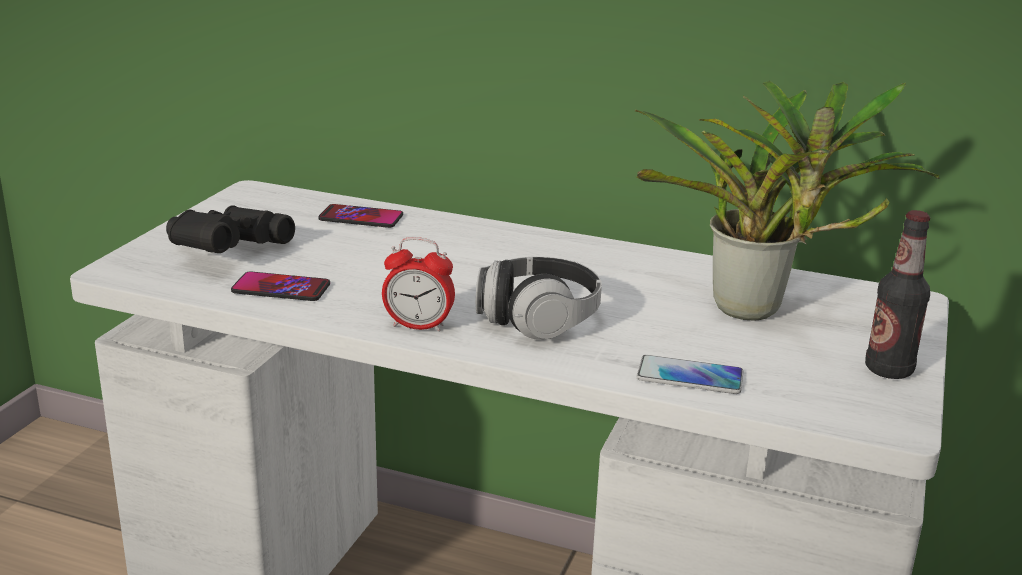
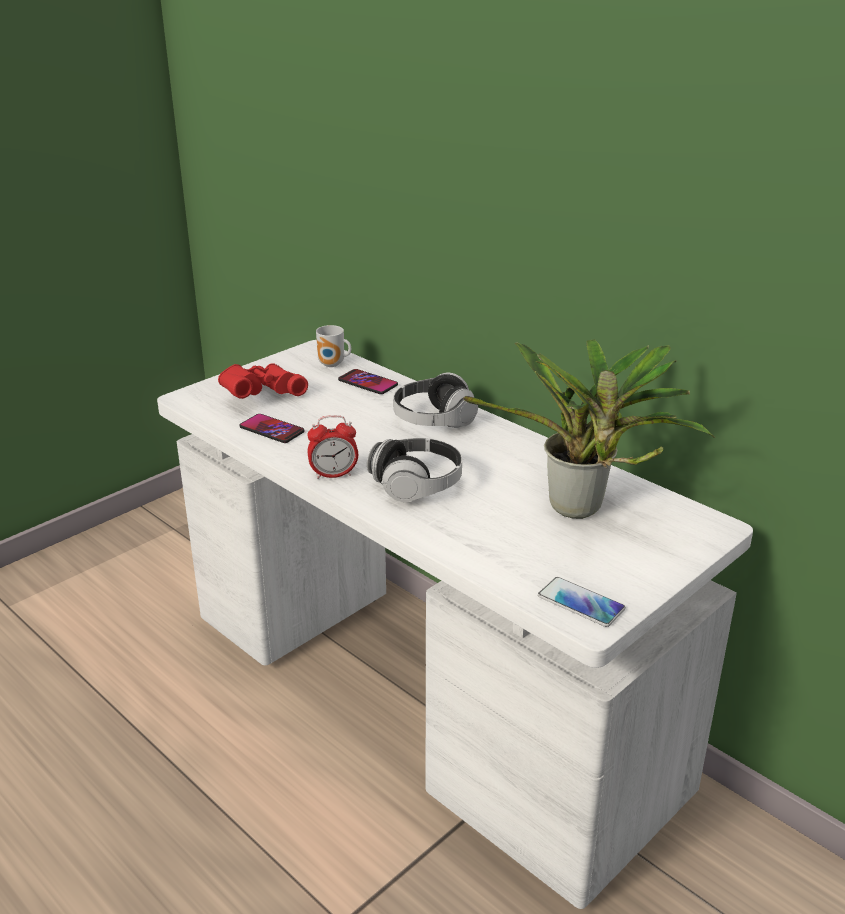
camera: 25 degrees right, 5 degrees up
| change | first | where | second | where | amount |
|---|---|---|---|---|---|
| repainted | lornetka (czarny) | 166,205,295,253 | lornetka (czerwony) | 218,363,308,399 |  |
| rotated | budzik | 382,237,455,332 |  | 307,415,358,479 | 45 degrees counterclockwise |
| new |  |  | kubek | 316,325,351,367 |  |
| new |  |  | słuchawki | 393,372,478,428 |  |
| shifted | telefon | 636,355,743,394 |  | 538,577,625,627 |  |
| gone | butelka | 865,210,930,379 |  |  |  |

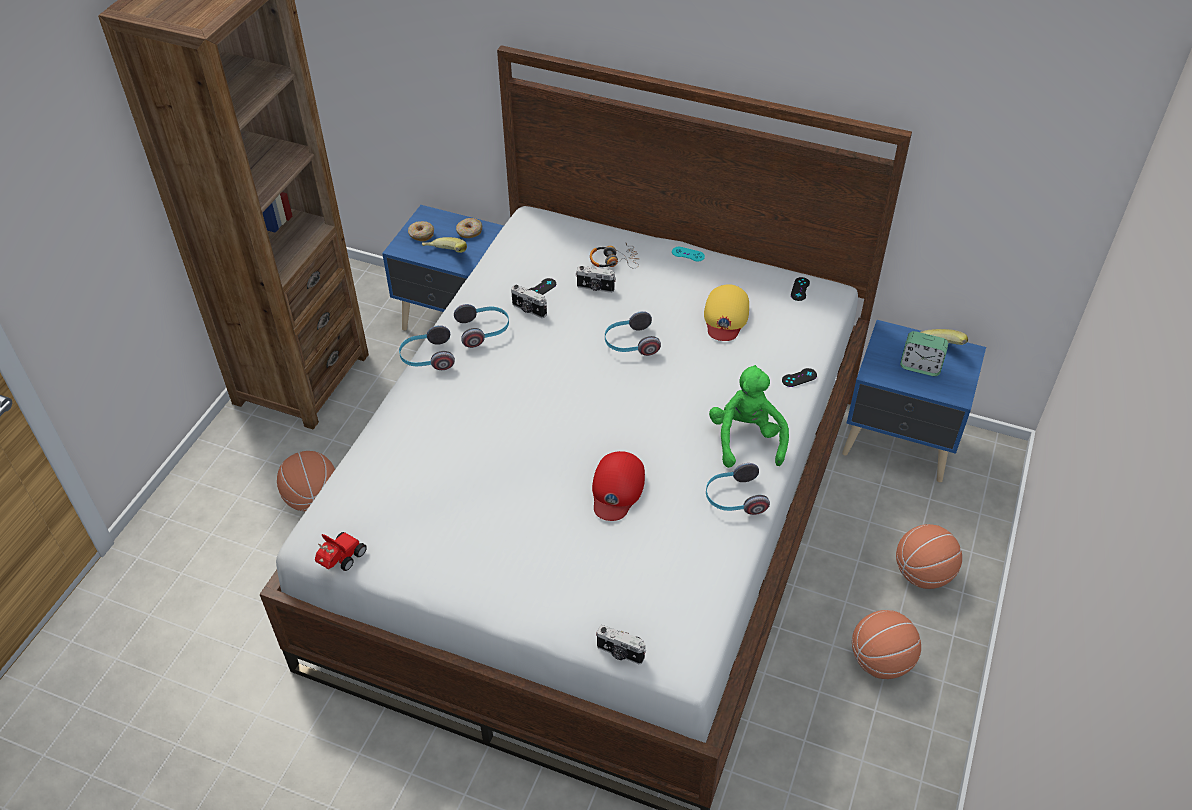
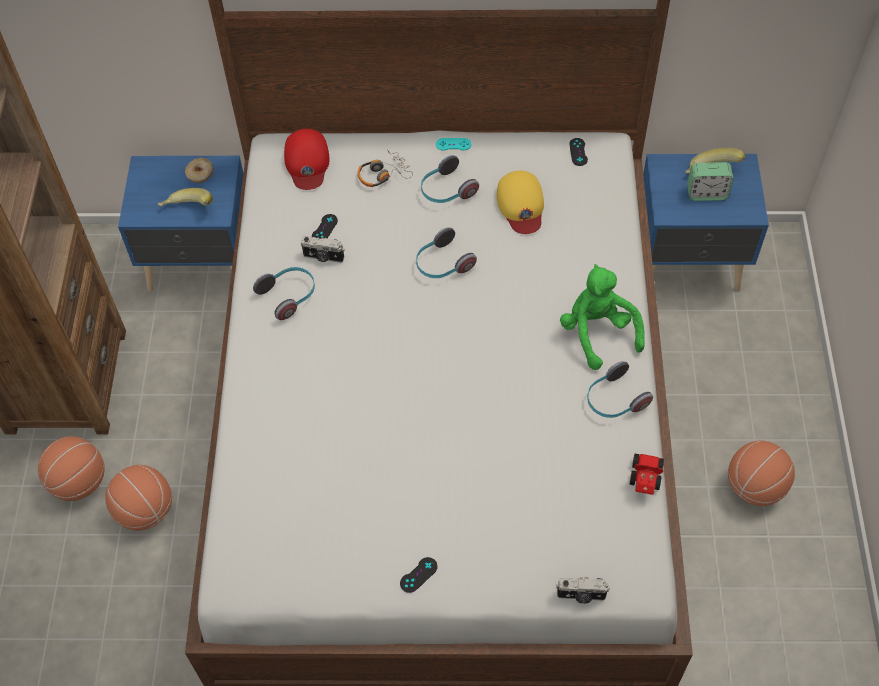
camera: 20 degrees left, 10 degrees up
| change | first | where | second | where | amount |
|---|---|---|---|---|---|
| shifted | piłka do koszykówki | 896,524,962,589 |  | 38,436,105,501 |  |
| shifted | czapka z daszkiem (czerwony) | 592,451,645,521 |  | 284,129,329,190 |  |
| shifted | pad do gier (czarny) | 782,368,817,387 |  | 400,557,438,593 |  |
| shifted | słuchawki | 399,325,455,370 |  | 421,155,479,203 |  |
| shifted | samochodzik | 315,532,367,571 |  | 630,454,664,495 |  |
| gone | donut | 408,221,434,242 |  |  |  |
| gone | aparat fotograficzny | 576,266,616,293 |  |  |  |

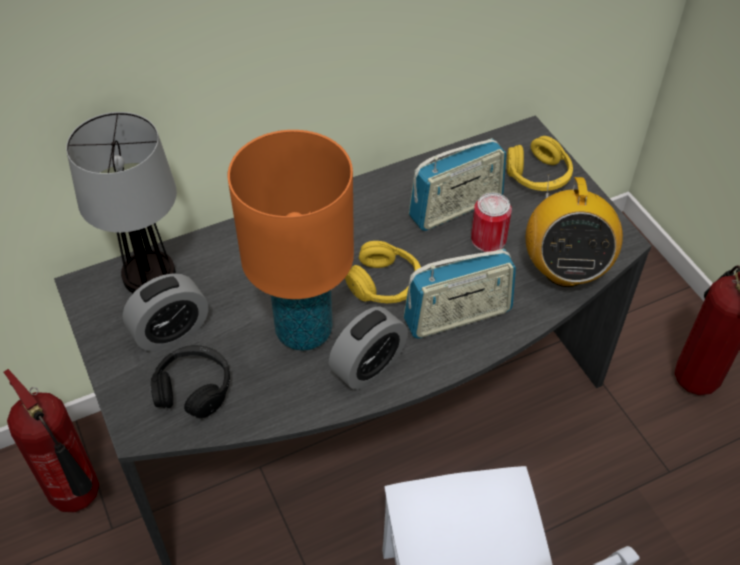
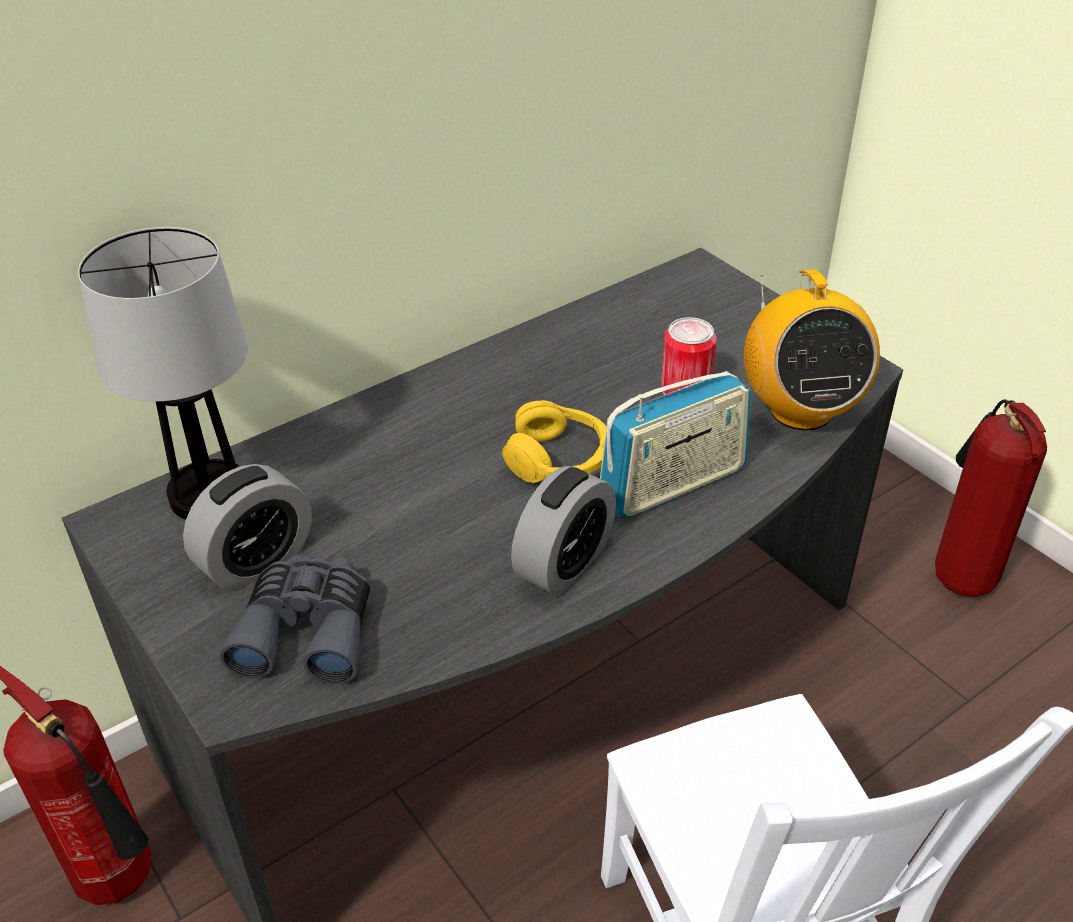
camera: 10 degrees left, 10 degrees down
| change | first | where | second | where | amount |
|---|---|---|---|---|---|
| swapped | słuchawki (czarny) | 151,345,230,418 | lornetka (szary) | 220,555,370,684 |  |
| gone | lampa stołowa (pomarańczowy) | 228,130,354,351 |  |  |  |
| gone | radio | 409,138,506,231 |  |  |  |
| gone | słuchawki (żółty) | 506,136,573,191 |  |  |  |

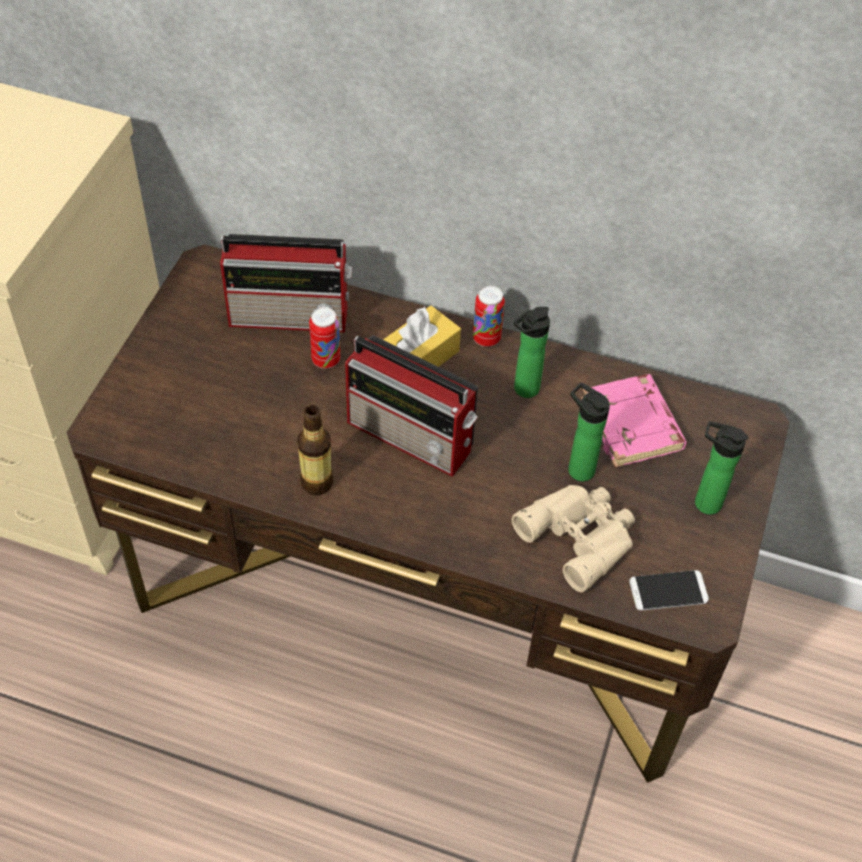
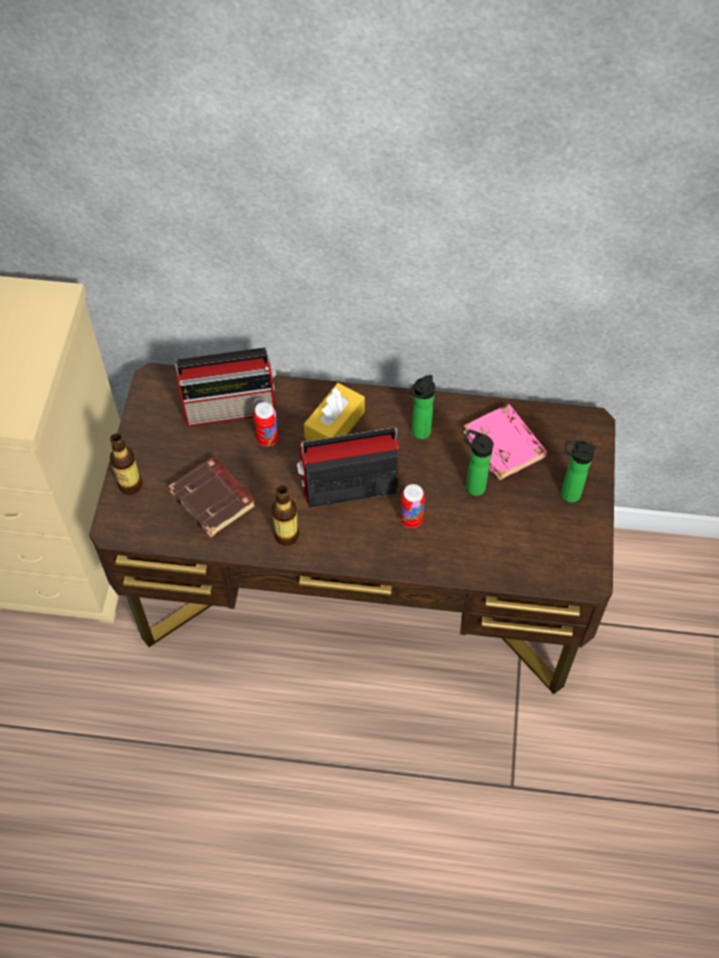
camera: 10 degrees left, 5 degrees up
| change | first | where | second | where | amount |
|---|---|---|---|---|---|
| new |  |  | butelka | 110,433,142,495 |  |
| new |  |  | książka (brązowy) | 168,456,256,538 |  |
| rotated | radio | 345,335,478,477 |  | 297,427,400,508 | 150 degrees clockwise |
| shifted | puszka | 473,286,505,347 |  | 400,484,425,528 |  |
| gone | lornetka (beżowy) | 512,485,635,593 |  |  |  |
| gone | telefon | 629,570,709,611 |  |  |  |

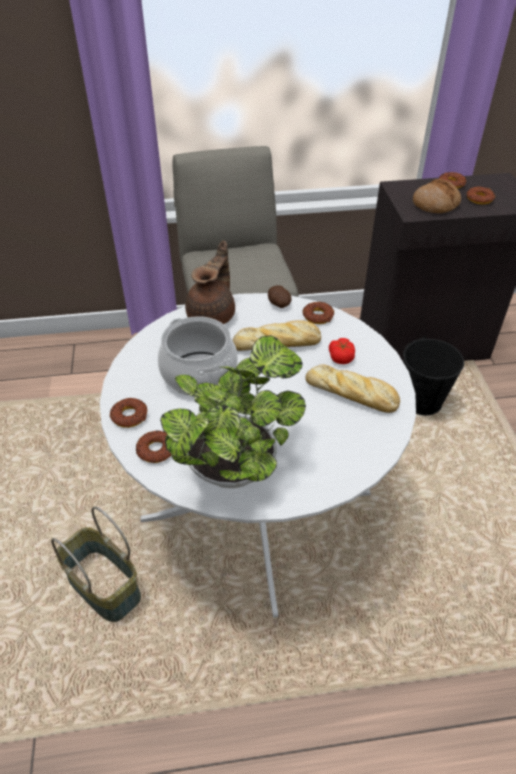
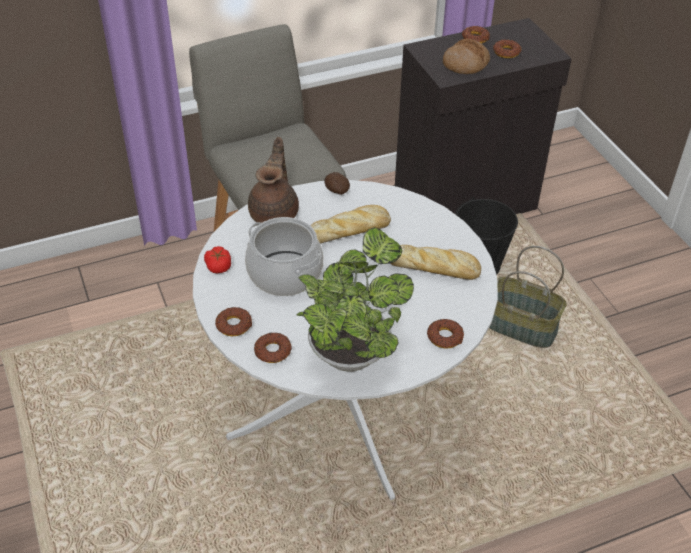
camera: 15 degrees left, 0 degrees up
| change | first | where | second | where | amount |
|---|---|---|---|---|---|
| shifted | pomidor | 329,338,355,364 |  | 204,246,231,273 |  |
| shifted | donut | 302,302,334,324 |  | 427,319,464,348 |  |
| shifted | koszyk | 51,507,141,622 |  | 489,246,566,348 |  |

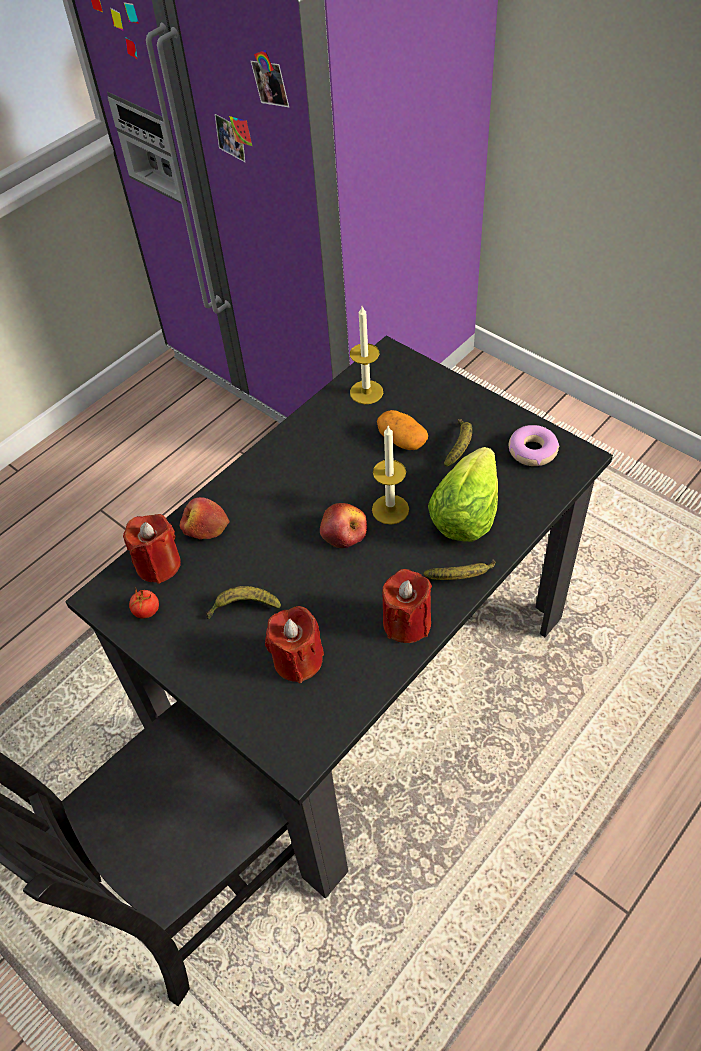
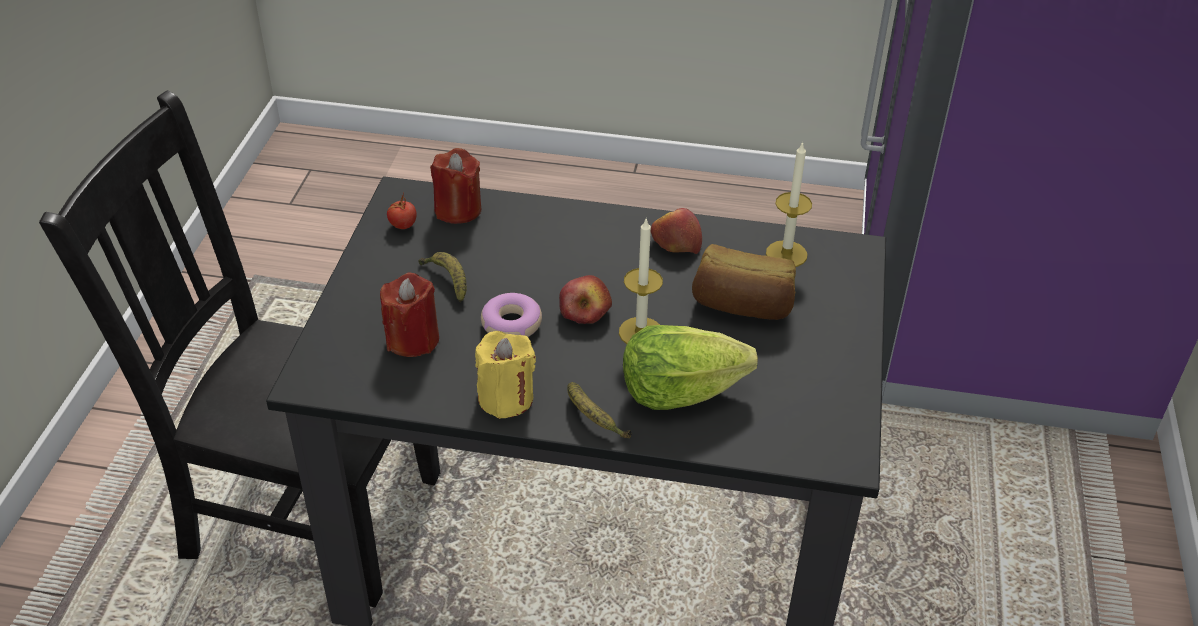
camera: 55 degrees right, 10 degrees down
| change | first | where | second | where | amount |
|---|---|---|---|---|---|
| repainted | świeca (czerwony) | 382,569,432,643 | świeca (żółty) | 475,331,536,419 |  |
| shifted | donut | 509,425,559,466 |  | 481,293,542,337 |  |
| shifted | jabłko | 180,497,229,539 |  | 651,208,702,254 |  |
| swapped | ziemniak | 377,410,428,450 | chleb | 692,244,796,320 |  |
| gone | banan | 444,419,472,467 |  |  |  |

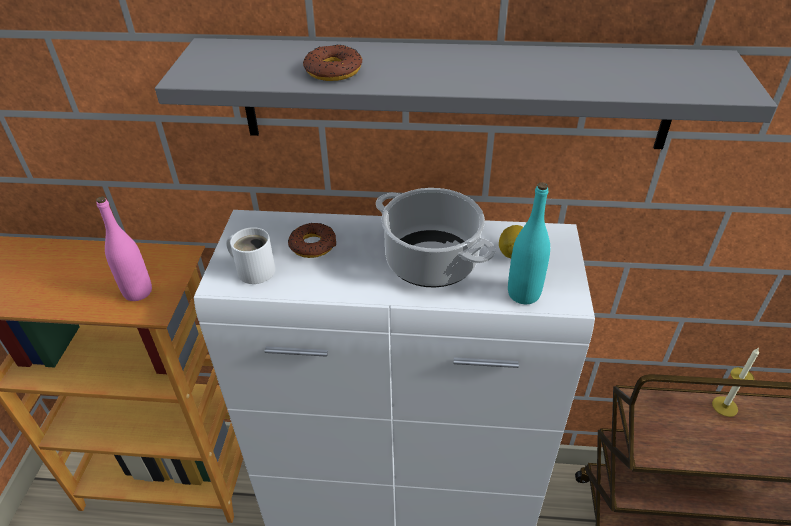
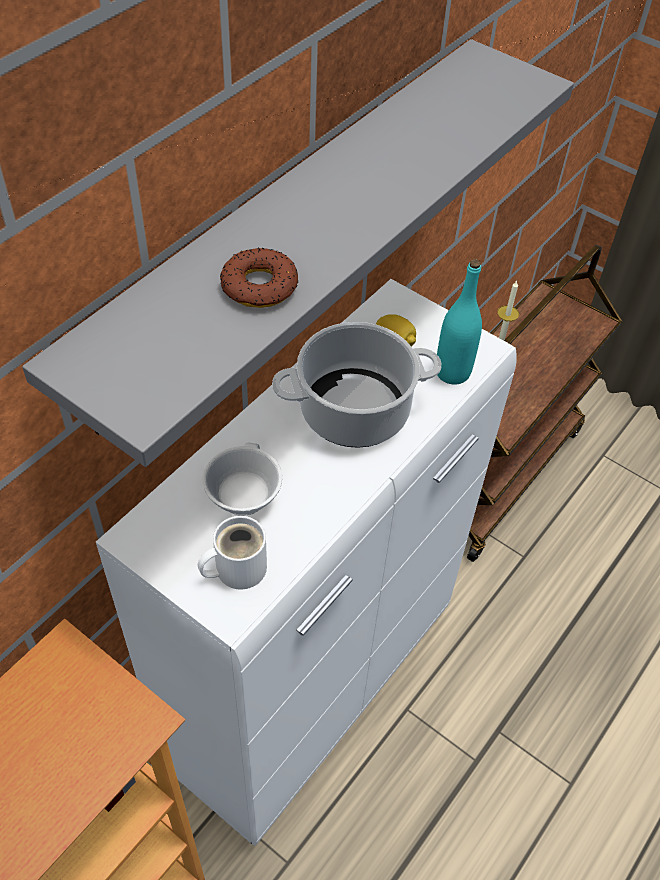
camera: 60 degrees left, 10 degrees up
| change | first | where | second | where | amount |
|---|---|---|---|---|---|
| swapped | donut | 288,223,336,258 | filiżanka (biały) | 203,443,282,516 |  |
| gone | butelka (różowy) | 96,197,152,301 |  |  |  |

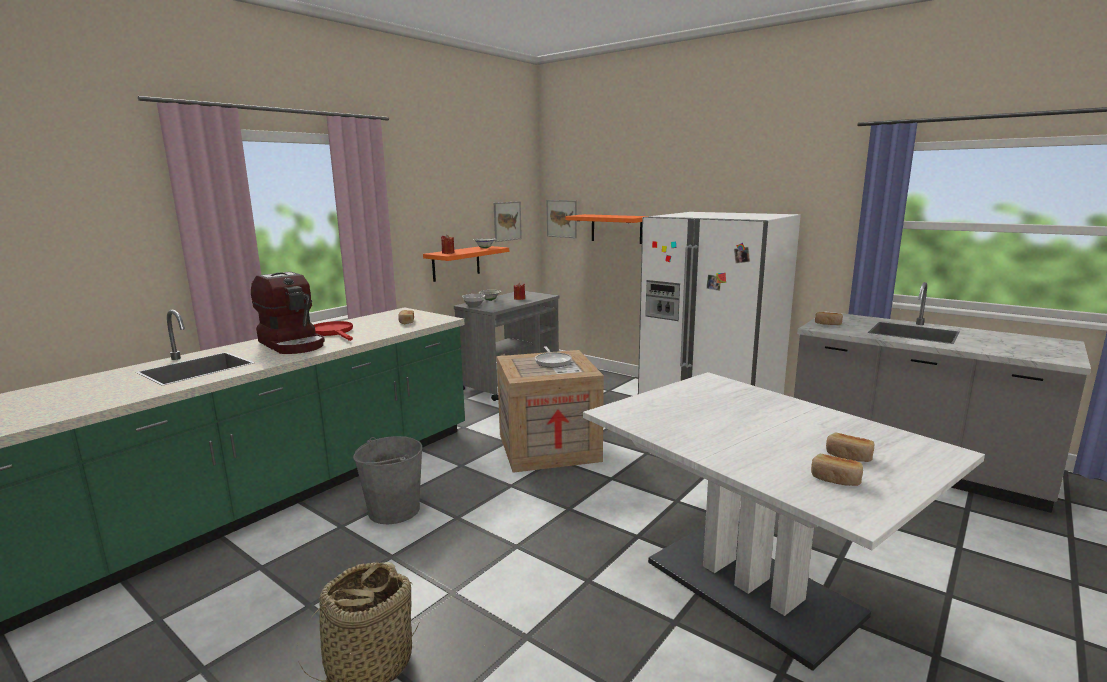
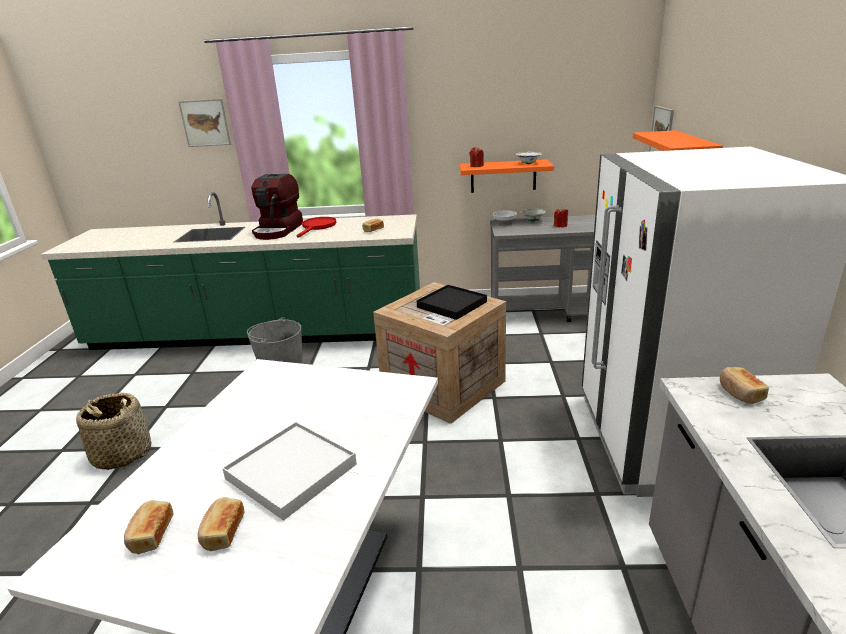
camera: 55 degrees right, 10 degrees up
| change | first | where | second | where | amount |
|---|---|---|---|---|---|
| shifted | obraz | 494,201,522,242 |  | 178,99,231,147 |  |
| new |  |  | taca (biały) | 222,422,357,521 |  |
| swapped | patelnia | 535,346,572,367 | taca (czarny) | 417,285,487,320 |  |

